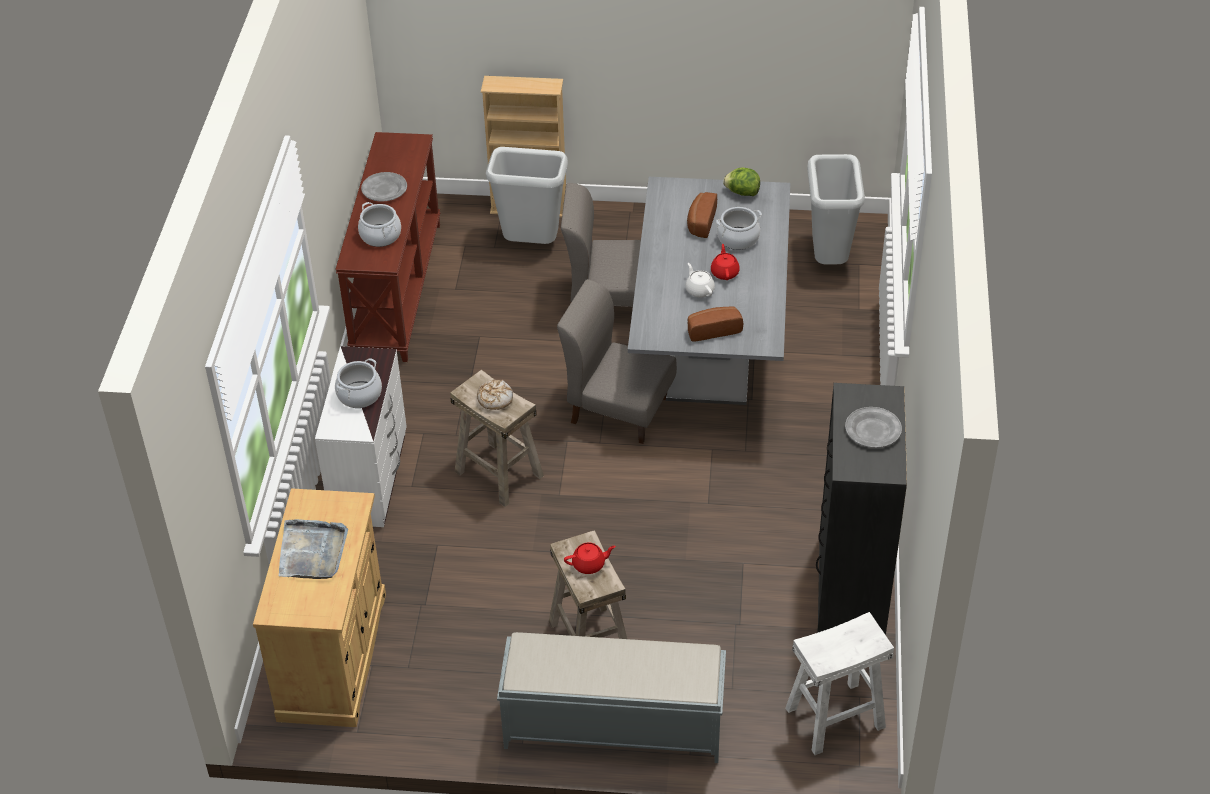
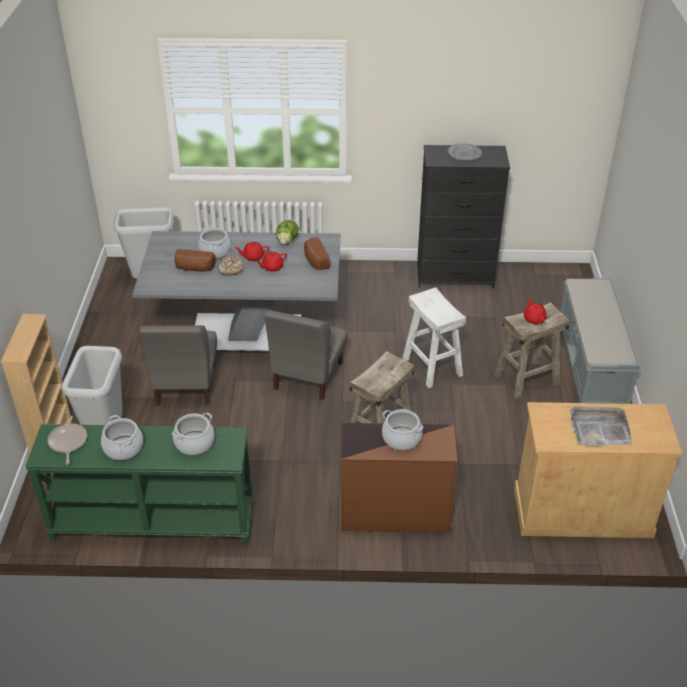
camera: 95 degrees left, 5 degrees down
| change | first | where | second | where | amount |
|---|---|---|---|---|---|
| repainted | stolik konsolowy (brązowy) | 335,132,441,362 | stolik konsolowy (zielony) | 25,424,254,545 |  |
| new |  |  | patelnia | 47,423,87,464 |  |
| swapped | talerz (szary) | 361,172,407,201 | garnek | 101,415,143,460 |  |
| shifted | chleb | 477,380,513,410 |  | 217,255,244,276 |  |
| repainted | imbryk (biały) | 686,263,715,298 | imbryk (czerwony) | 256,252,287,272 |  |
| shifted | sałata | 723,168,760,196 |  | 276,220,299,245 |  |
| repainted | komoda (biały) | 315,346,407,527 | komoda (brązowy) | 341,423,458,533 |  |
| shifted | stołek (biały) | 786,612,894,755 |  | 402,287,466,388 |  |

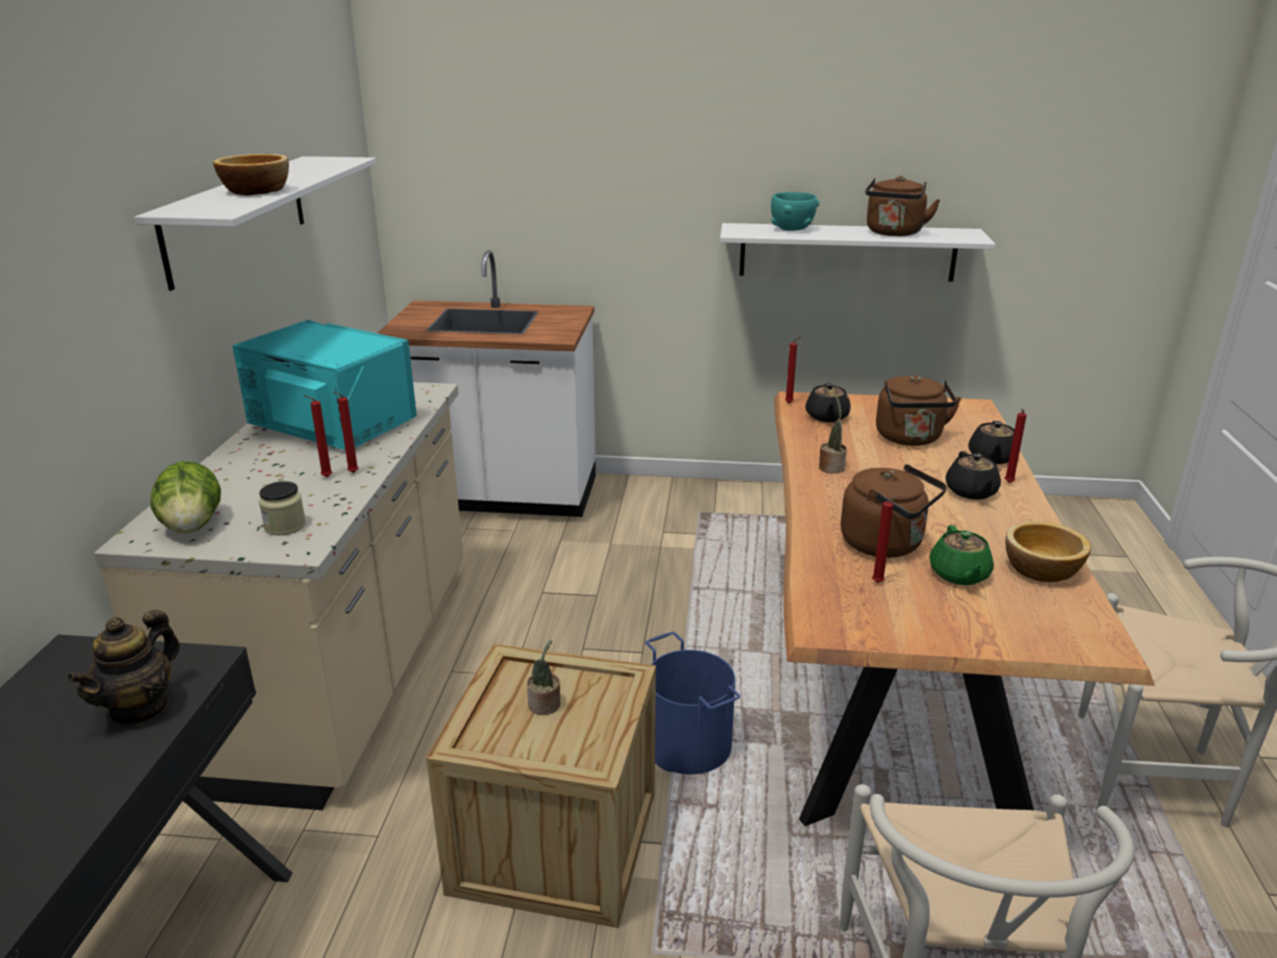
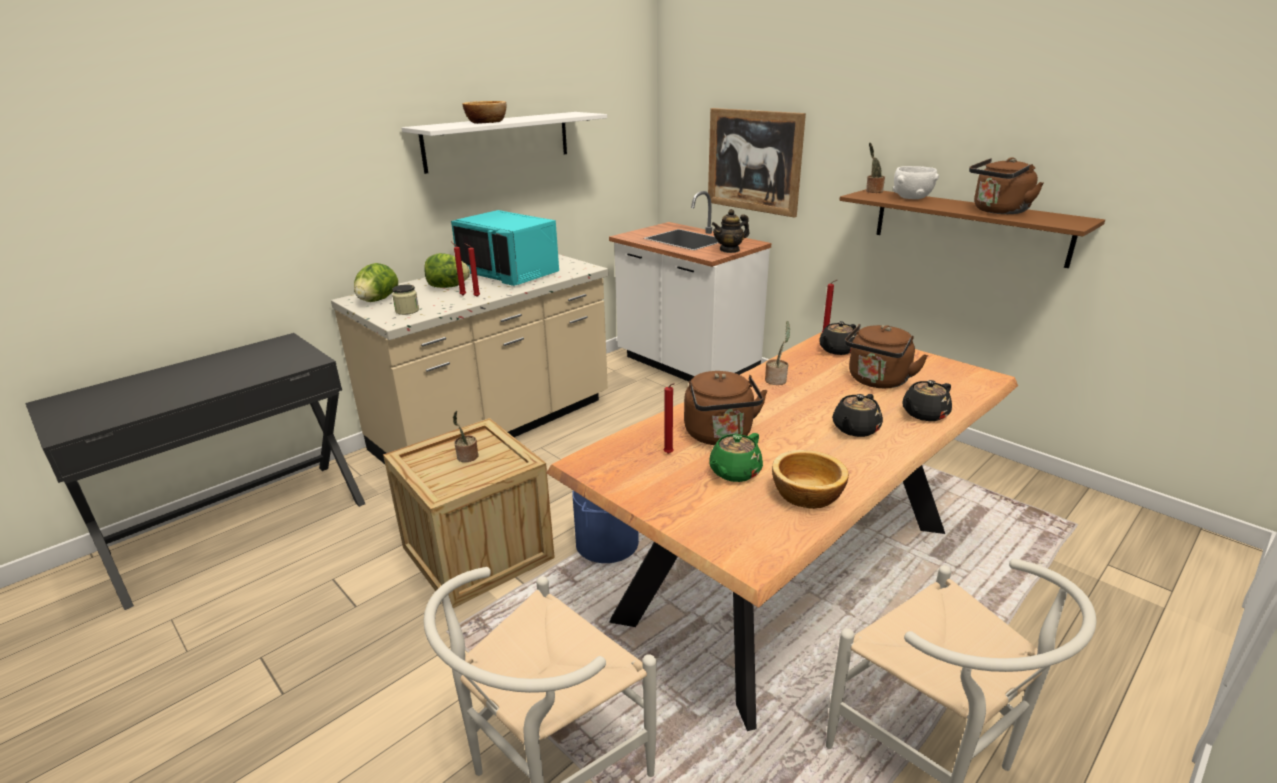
camera: 40 degrees right, 0 degrees up
| change | first | where | second | where | amount |
|---|---|---|---|---|---|
| new |  |  | sałata | 424,253,470,288 |  |
| rotated | mikrofalówka (turkusowy) | 232,320,417,450 |  | 451,210,559,286 | 150 degrees clockwise |
| new |  |  | obraz | 708,108,806,218 |  |
| shifted | imbryk | 66,610,180,726 |  | 712,209,749,253 |  |
| repainted | półka (biały) | 720,223,996,282 | półka (brązowy) | 839,189,1105,268 |  |
| new |  |  | roślina doniczkowa | 866,142,885,193 |  |
| repainted | miska (turkusowy) | 771,192,819,231 | miska (biały) | 893,166,939,199 |  |
| gone | świeca (czerwony) | 1004,409,1027,483 |  |  |  |

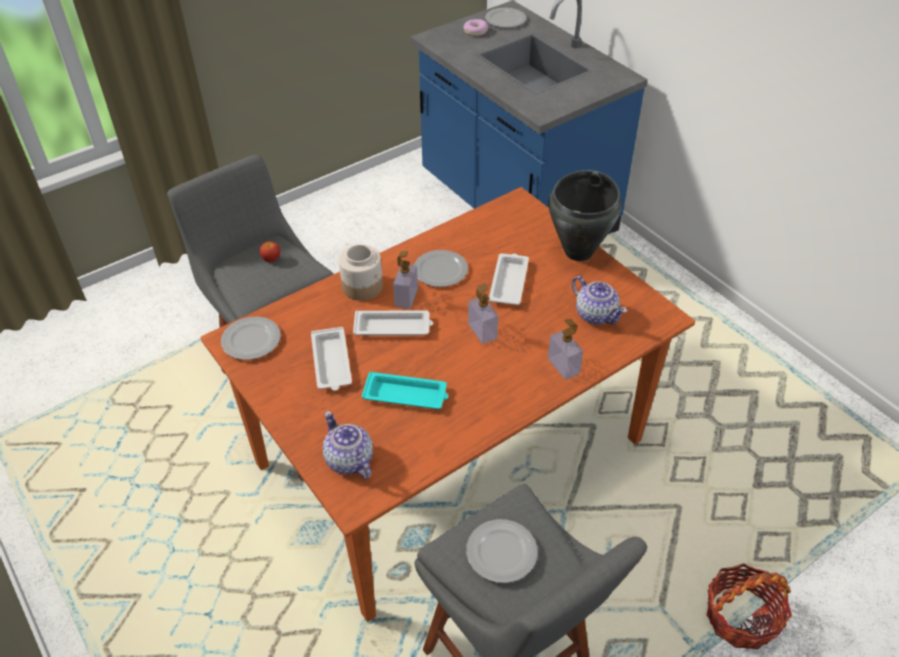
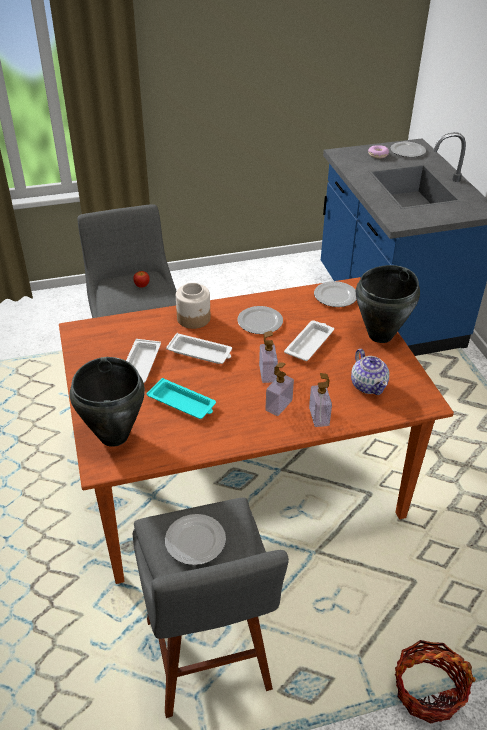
camera: 20 degrees right, 5 degrees down
| change | first | where | second | where | amount |
|---|---|---|---|---|---|
| swapped | imbryk | 323,411,373,479 | garnek (czarny) | 70,357,145,447 |  |
| shifted | dozownik mydła | 393,251,418,309 |  | 265,362,294,416 |  |
| shifted | talerz | 221,317,281,360 |  | 314,281,357,307 |  |

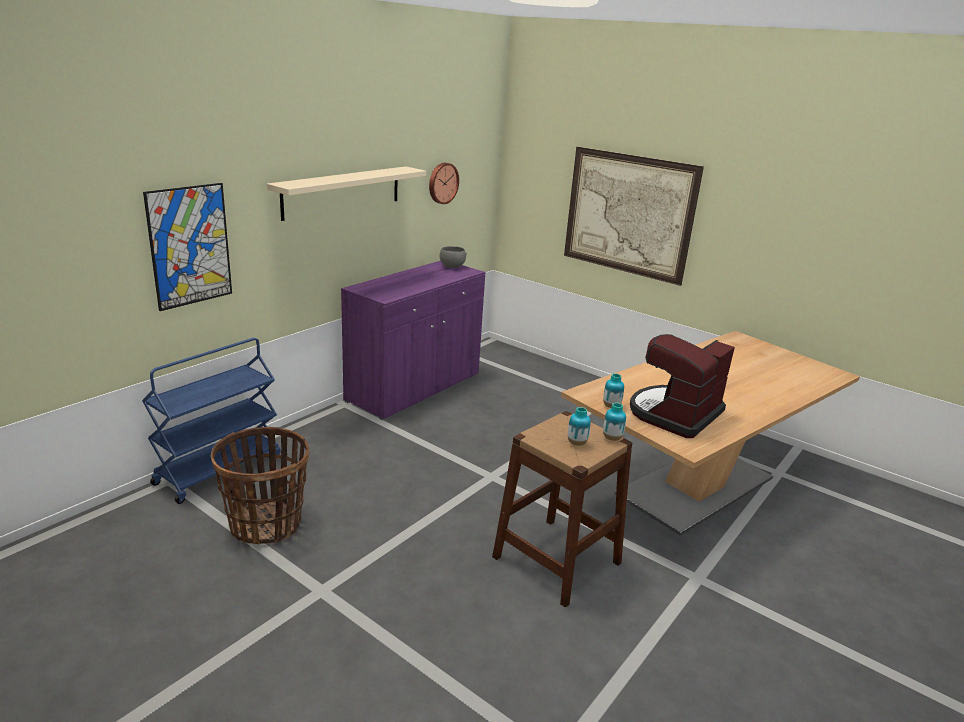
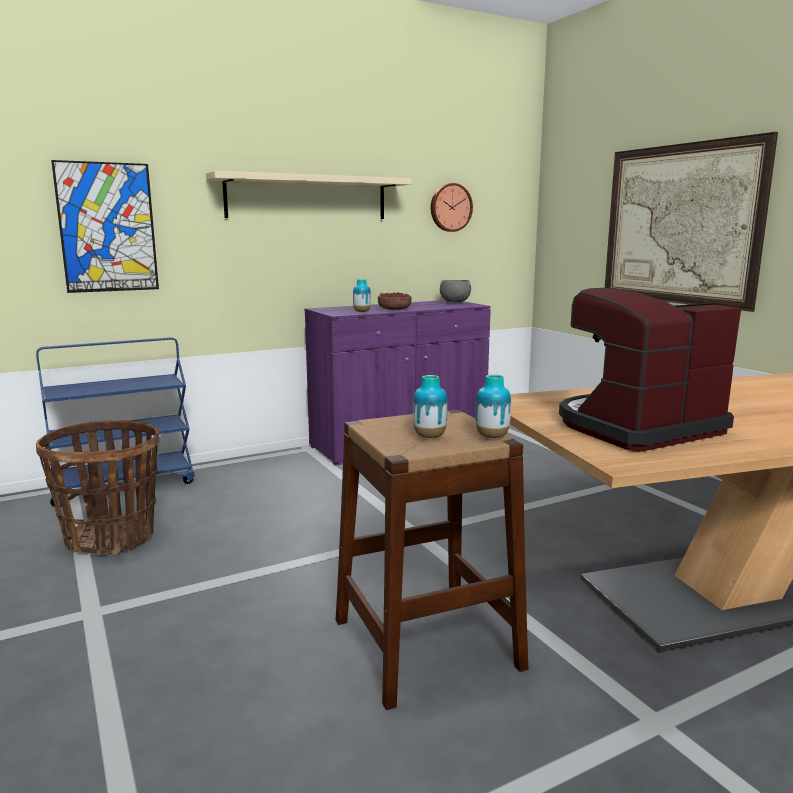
camera: 25 degrees right, 10 degrees down
| change | first | where | second | where | amount |
|---|---|---|---|---|---|
| shifted | wazon | 603,373,624,408 |  | 353,279,371,312 |  |
| new |  |  | miska | 378,292,412,310 |  |

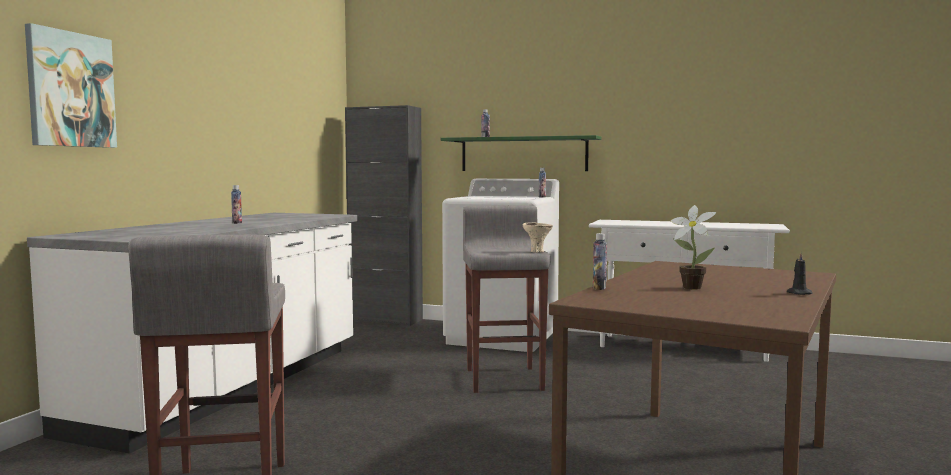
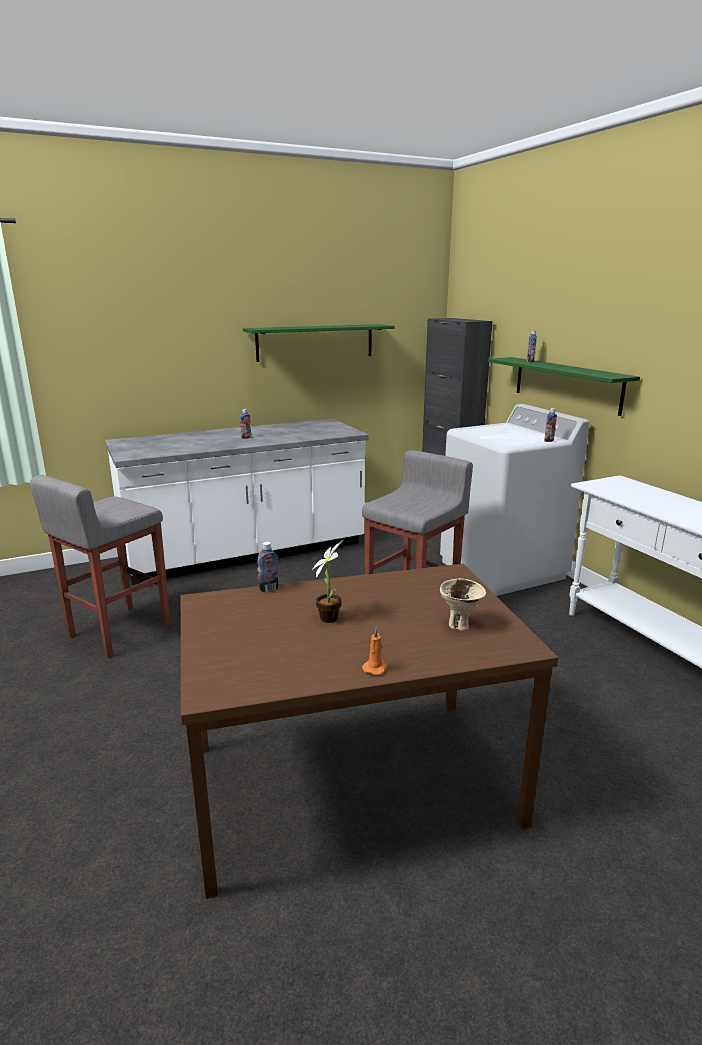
camera: 45 degrees right, 15 degrees up
| change | first | where | second | where | amount |
|---|---|---|---|---|---|
| new |  |  | półka (zielony) | 243,324,395,362 |  |
| repainted | świeca (czarny) | 787,252,813,295 | świeca (pomarańczowy) | 362,628,388,675 |  |
| shifted | miska (beżowy) | 523,222,553,253 |  | 440,579,486,631 |  |
| gone | obraz | 25,23,117,148 |  |  |  |

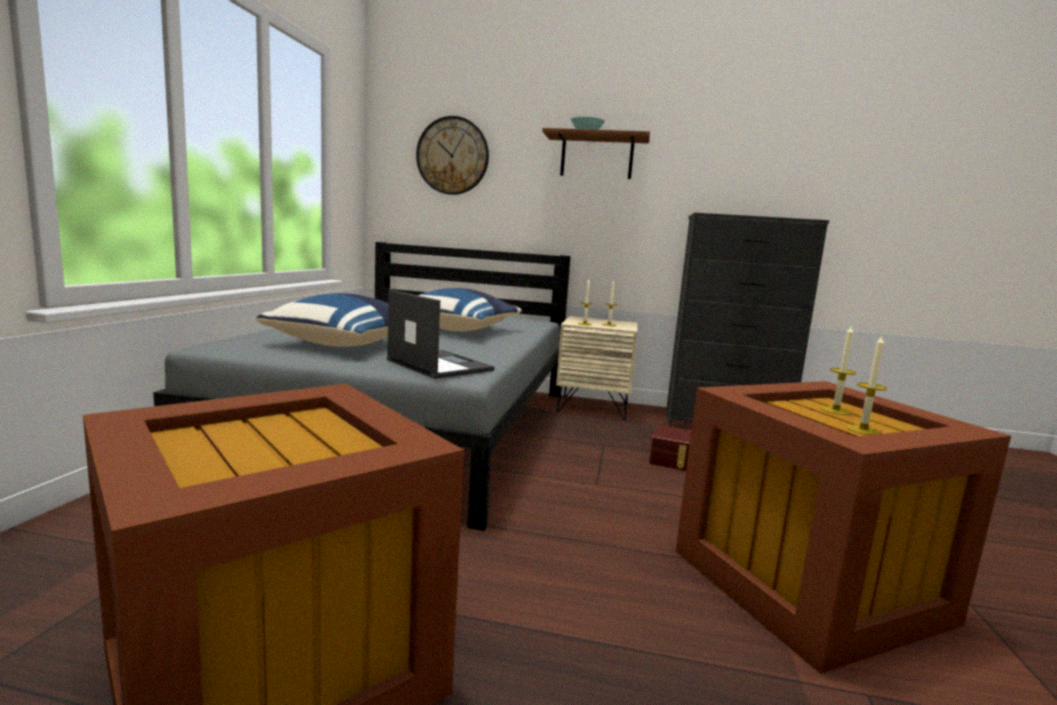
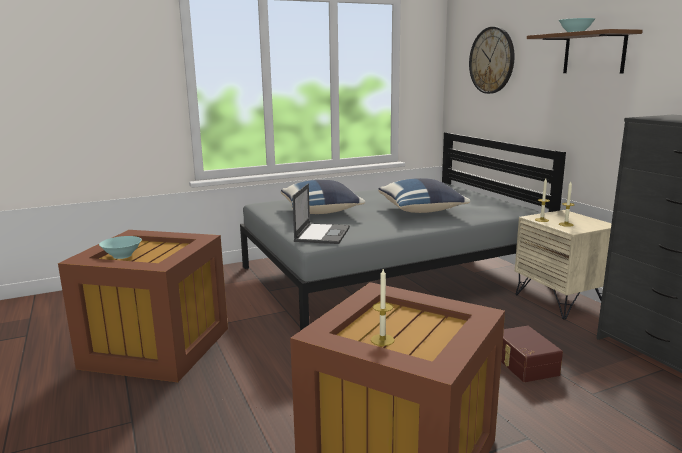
camera: 55 degrees right, 5 degrees up
| change | first | where | second | where | amount |
|---|---|---|---|---|---|
| new |  |  | miska (turkusowy) | 99,236,142,259 |  |
| gone | świeca | 821,325,856,415 |  |  |  |

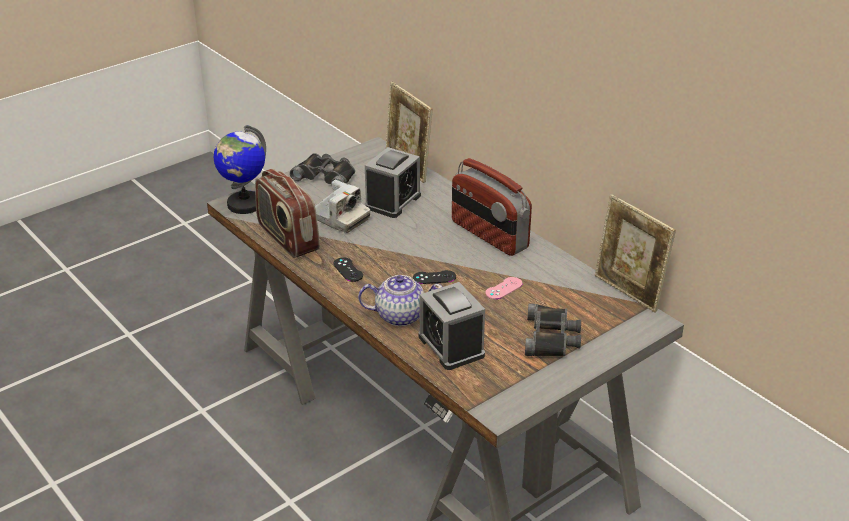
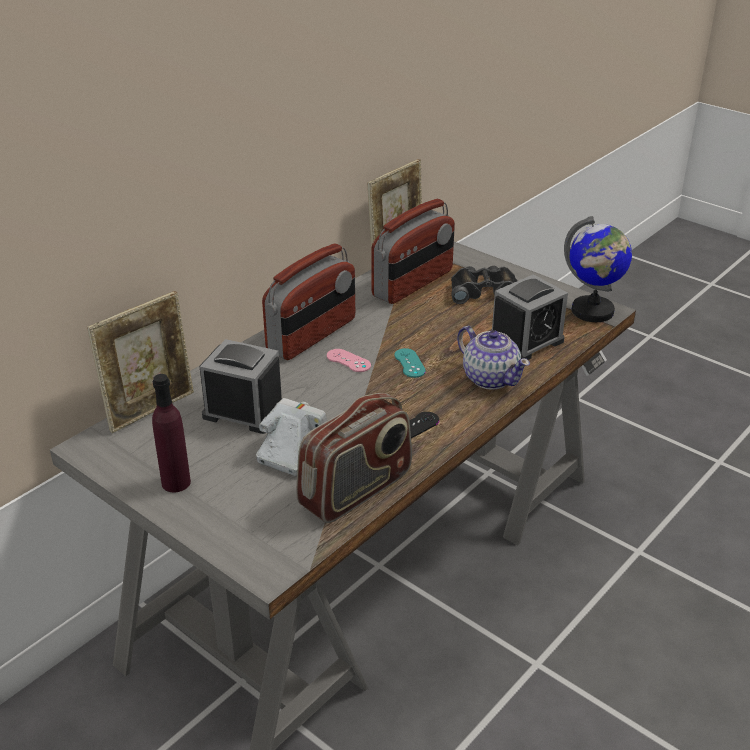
camera: 100 degrees left, 0 degrees up
| change | first | where | second | where | amount |
|---|---|---|---|---|---|
| swapped | lornetka (czarny) | 290,153,355,184 | butelka (fioletowy) | 152,374,191,492 |  |
| shifted | pad do gier (różowy) | 485,277,523,300 |  | 327,349,371,372 |  |
| new |  |  | radio | 371,199,455,304 |  |
| repainted | pad do gier (czarny) | 413,270,456,284 | pad do gier (turkusowy) | 394,348,426,378 |  |
| rotated | imbryk | 358,275,442,326 |  | 457,326,530,390 | 150 degrees clockwise |
| shifted | globus | 214,125,266,214 |  | 564,216,632,322 |  |

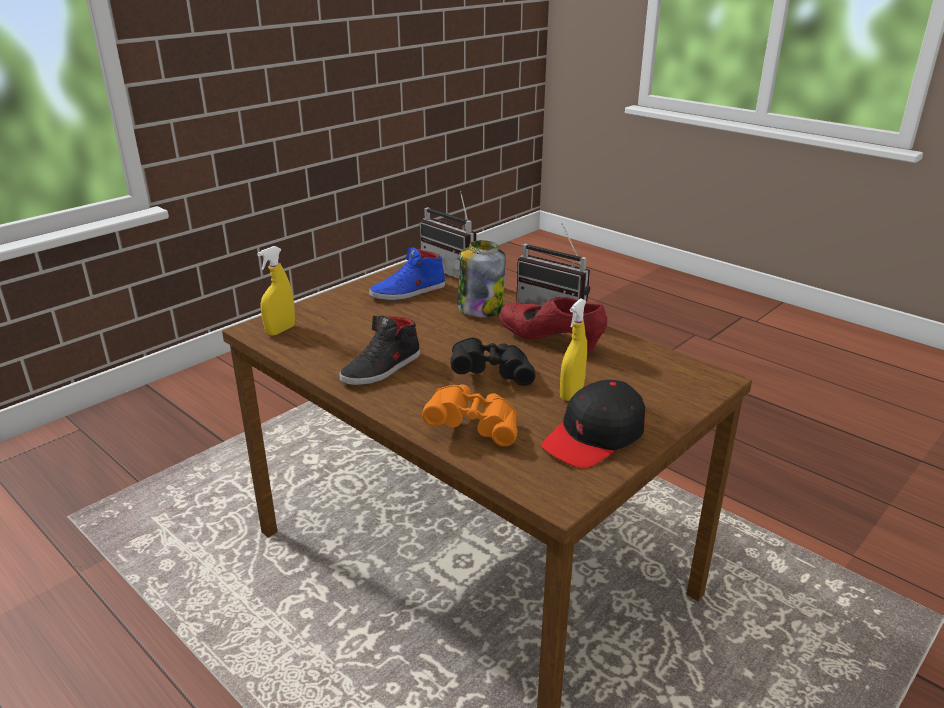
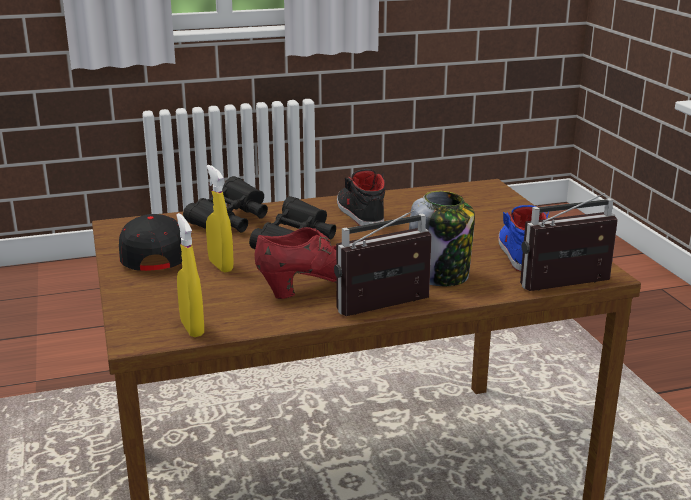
camera: 120 degrees right, 5 degrees down
| change | first | where | second | where | amount |
|---|---|---|---|---|---|
| shifted | spryskiwacz (żółty) | 257,246,295,336 |  | 176,213,204,337 |  |
| repainted | lornetka (pomarańczowy) | 422,384,518,447 | lornetka (czarny) | 183,176,268,232 |  |

